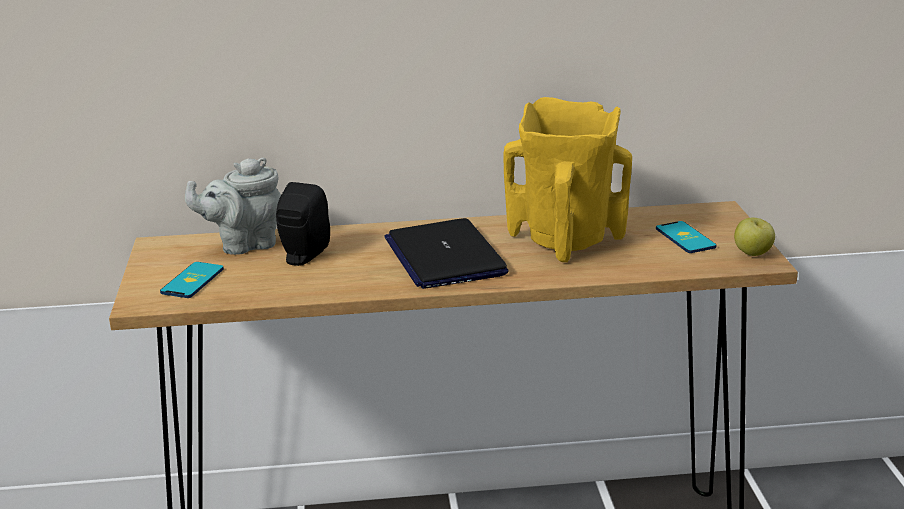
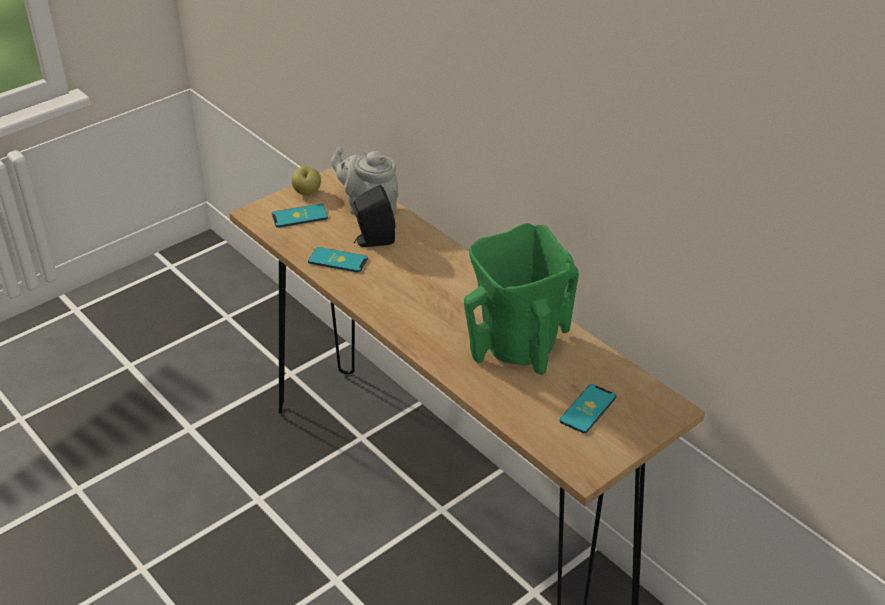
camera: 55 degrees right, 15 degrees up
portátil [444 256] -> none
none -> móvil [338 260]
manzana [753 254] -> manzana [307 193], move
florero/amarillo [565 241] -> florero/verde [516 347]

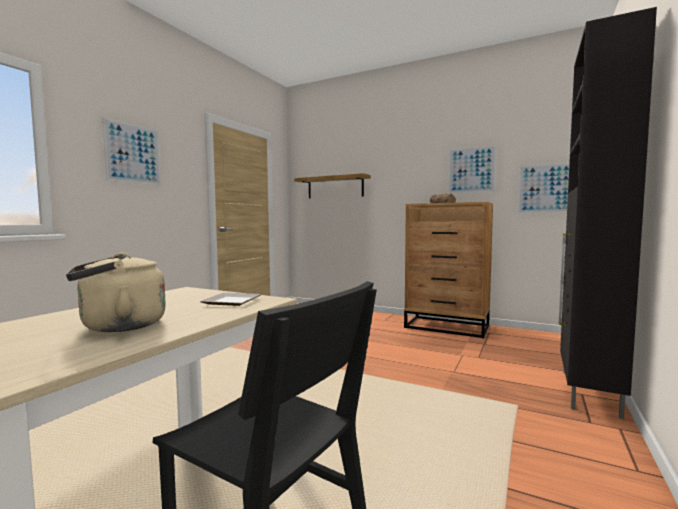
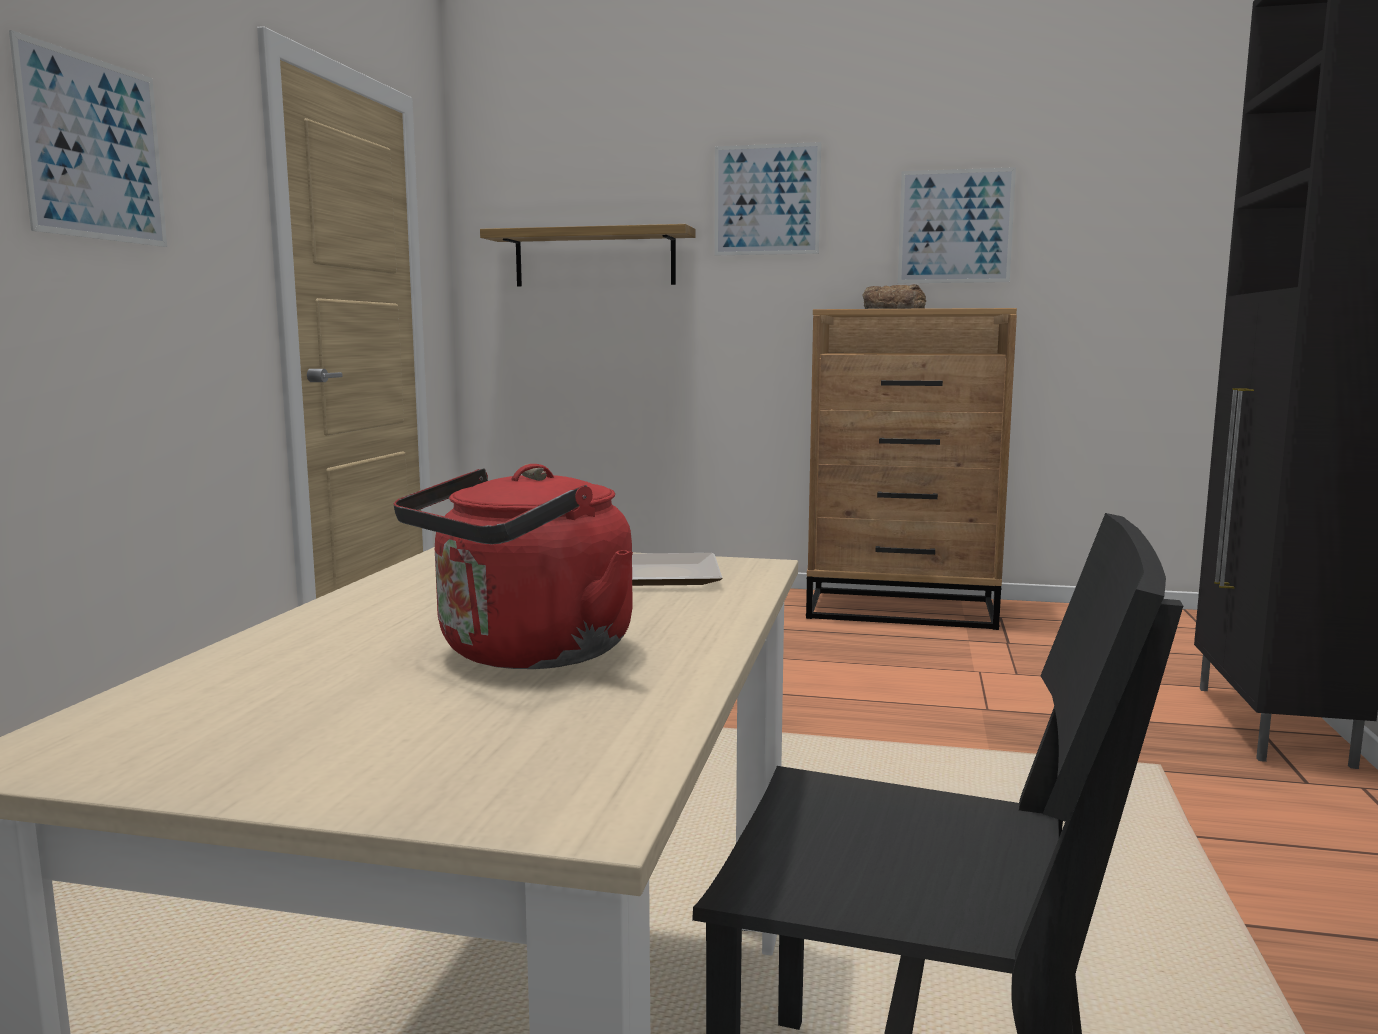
camera: 15 degrees left, 5 degrees up
cuadro [545 188] -> cuadro [766 200], move
hervidor/beis [118 326] -> hervidor/rojo [527 654]

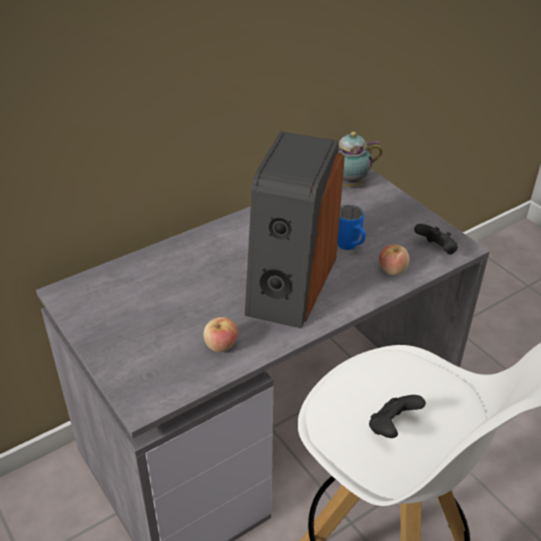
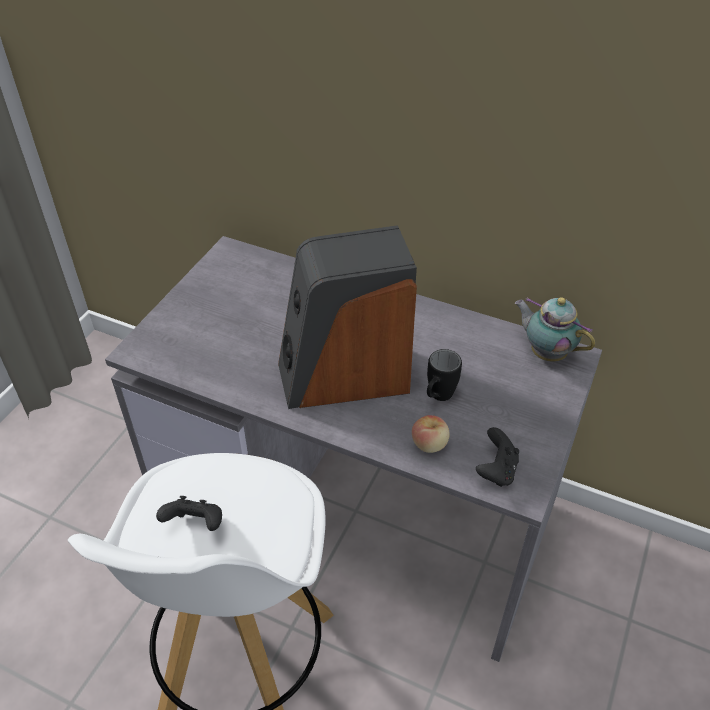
camera: 60 degrees right, 5 degrees up
manzana [221 345] -> none
taza grande/azul [350 248] -> taza grande/negro [437 398]

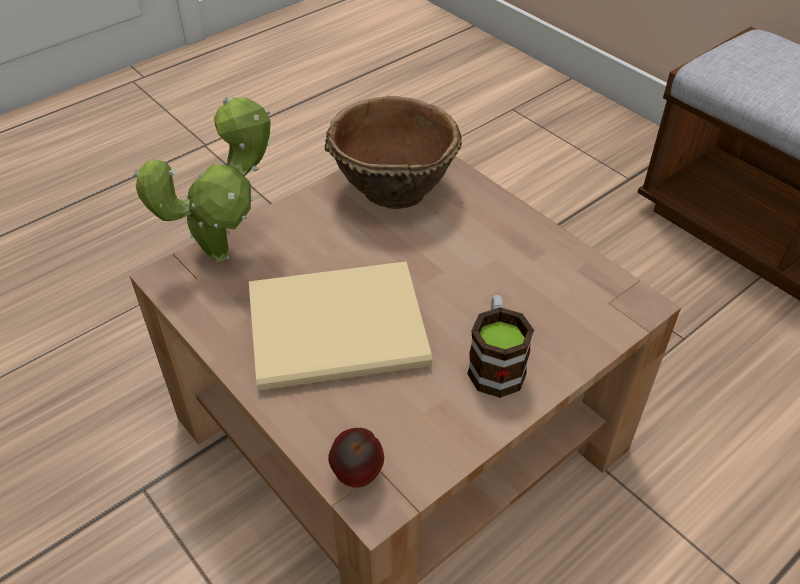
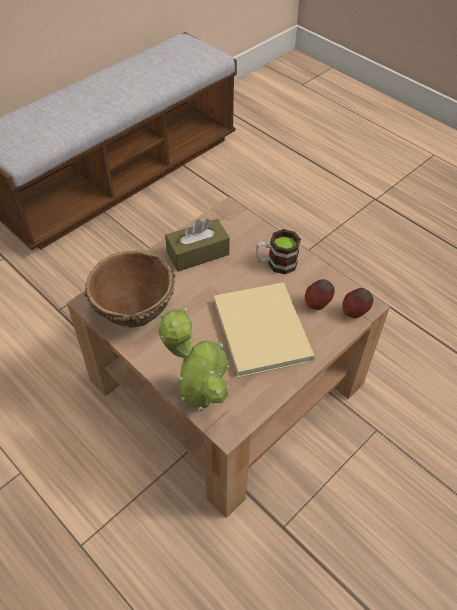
camera: 95 degrees left, 5 degrees up
none -> caja de pañuelos/marrón [198 253]
none -> manzana [317 305]

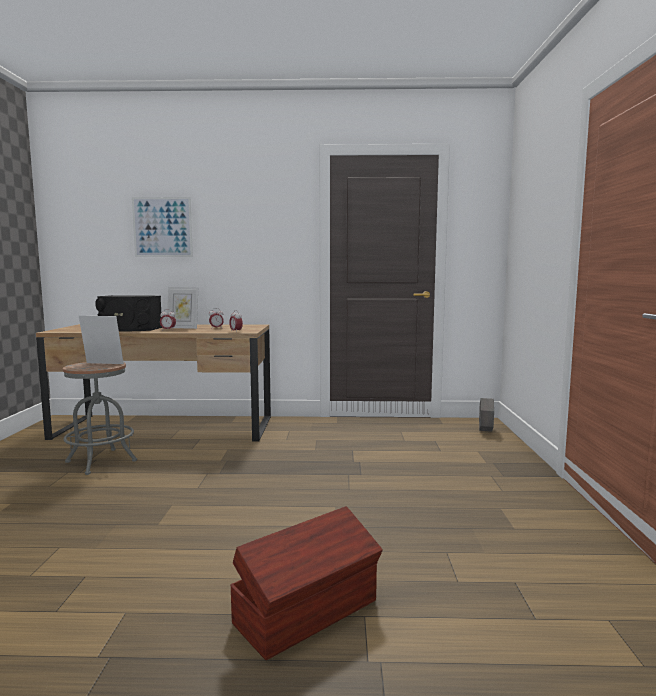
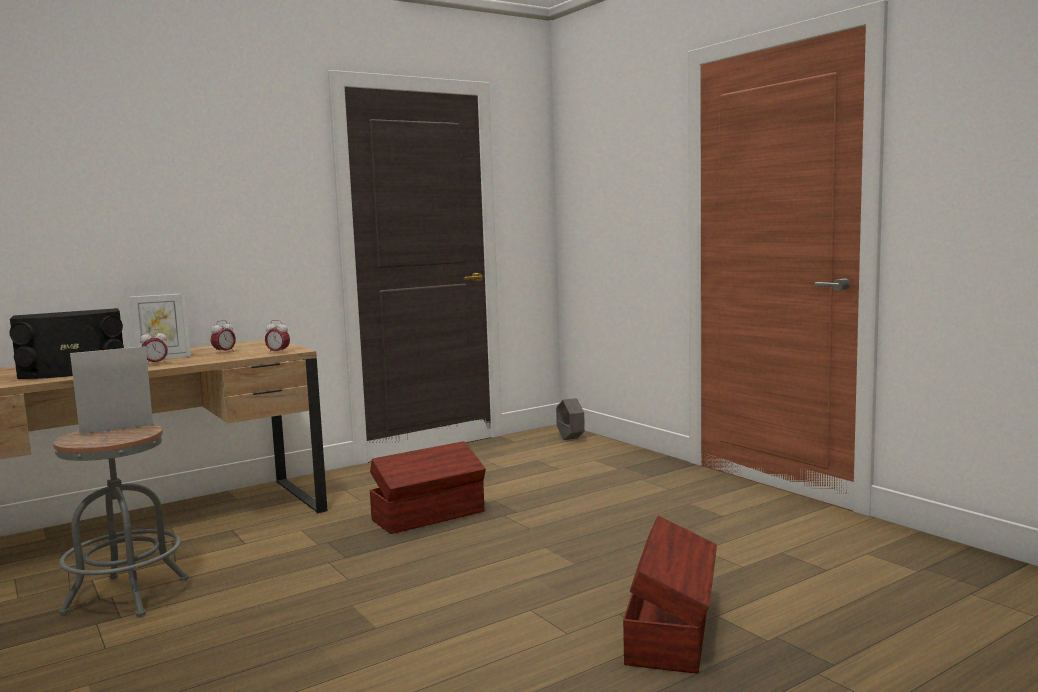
camera: 35 degrees left, 0 degrees up
cuadro [162 227] -> none
none -> caja de almacenaje/marrón [430 516]

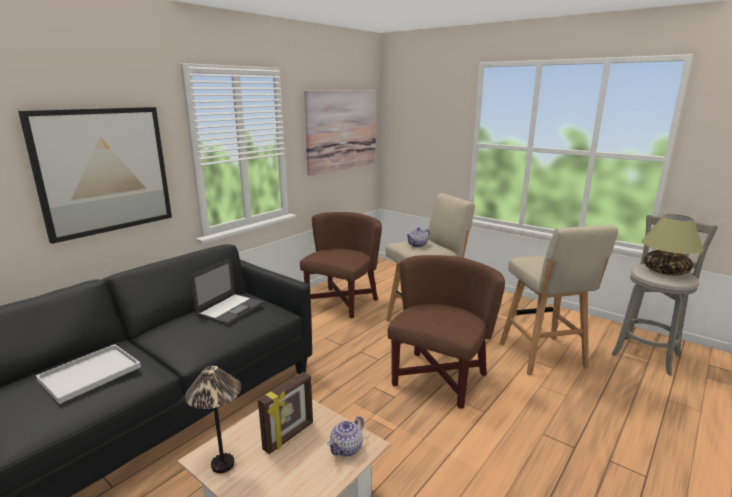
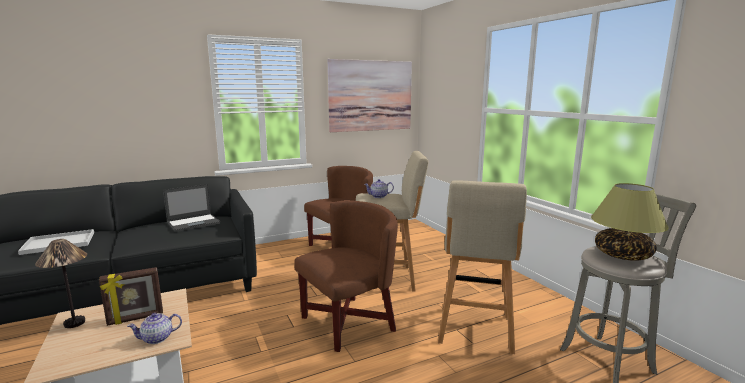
camera: 25 degrees right, 5 degrees down
cuadro [104 171] -> none

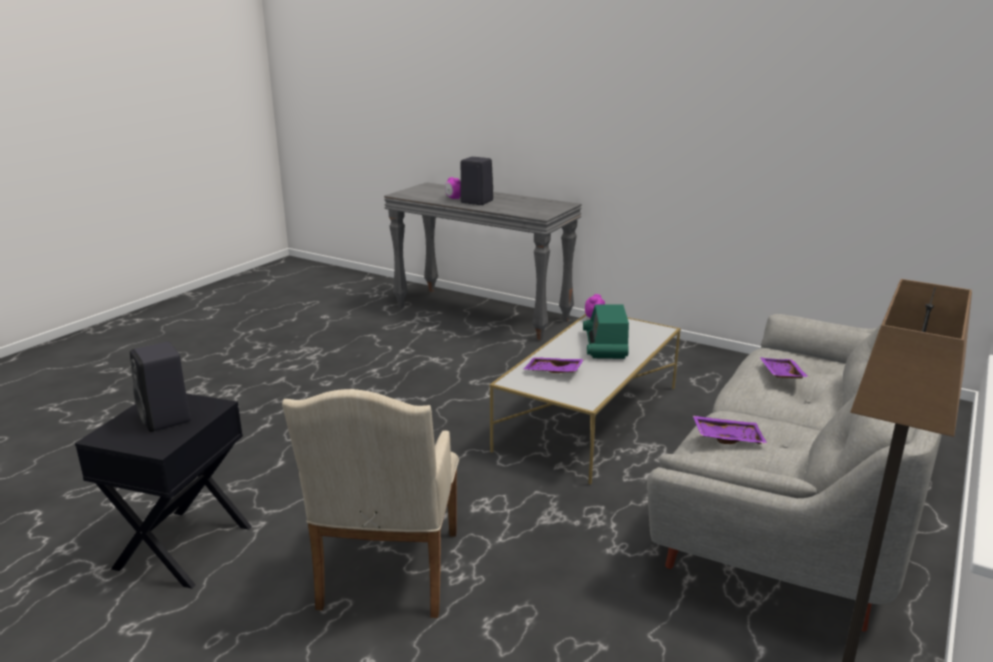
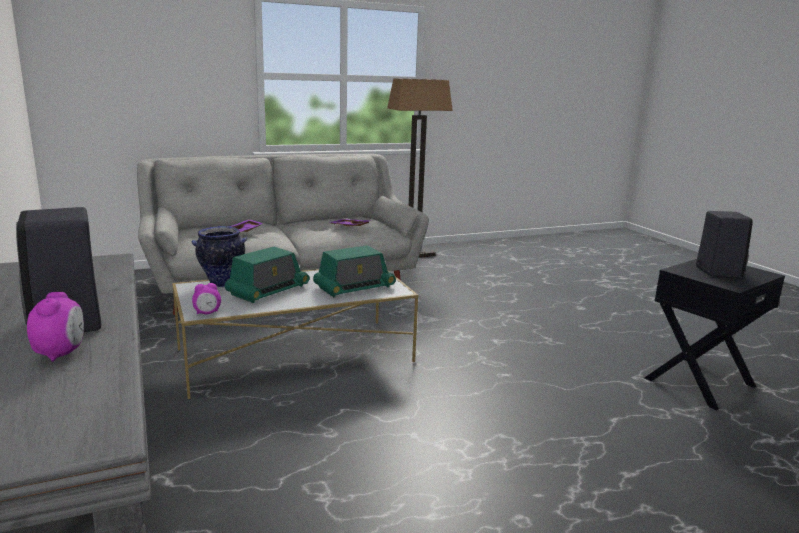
camera: 145 degrees left, 5 degrees down
sillón/beis [387 576] -> none
none -> florero [222 283]
bandeja/morado [553 372] -> radio [354 287]

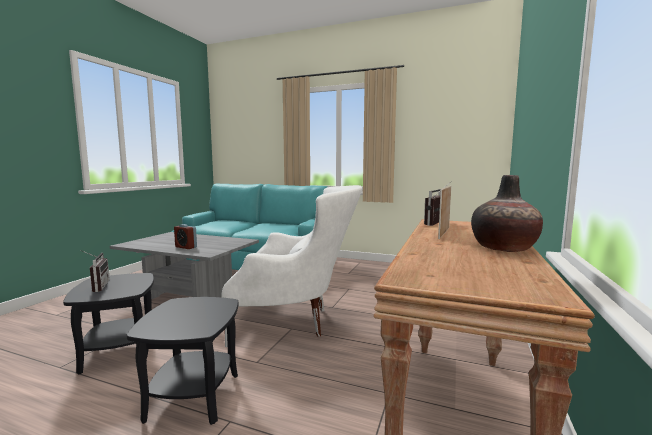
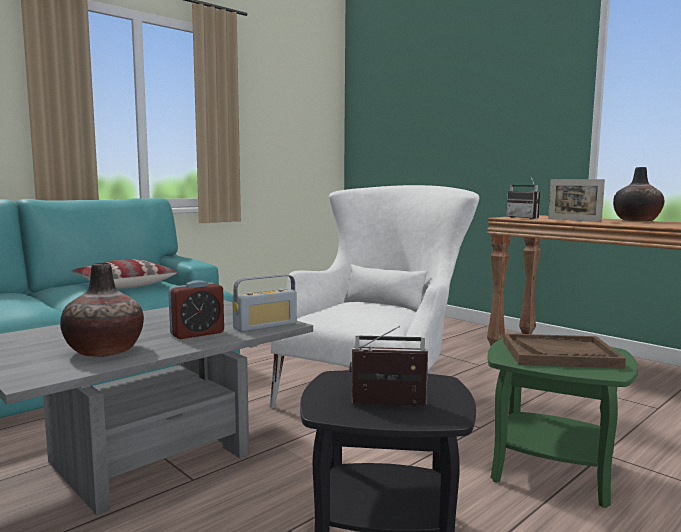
camera: 65 degrees left, 0 degrees up
none -> florero [105 351]
none -> cojín [123 284]
none -> radio [265 325]
none -> bandeja/marrón [559 354]
mesa auxiliar/negro [193 397] -> mesa auxiliar/verde [553 471]

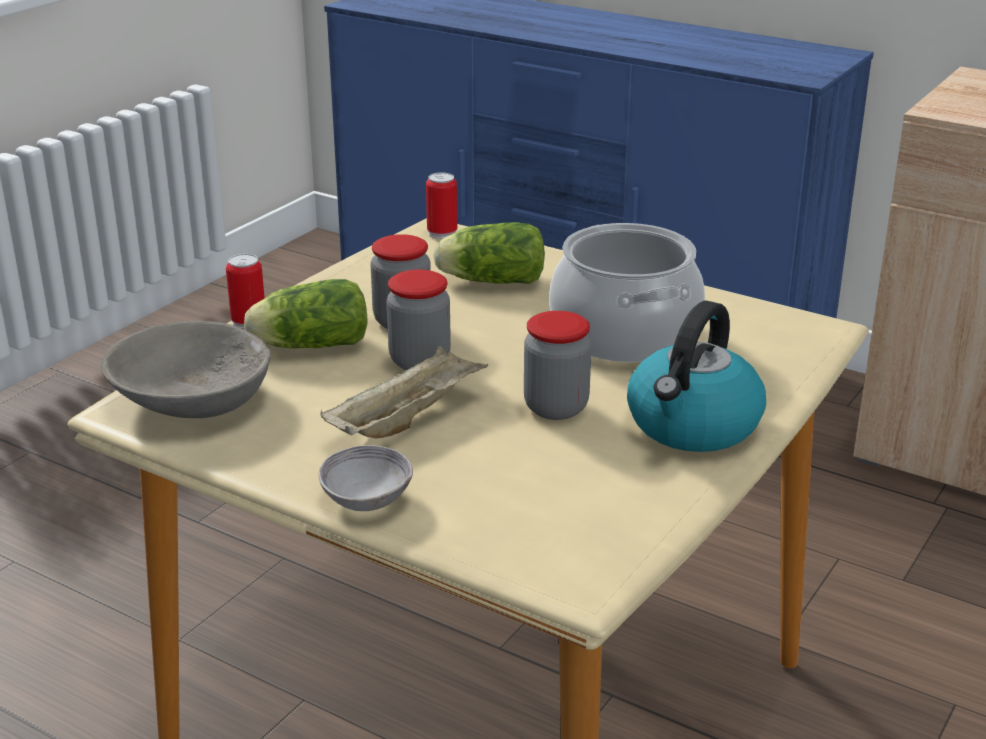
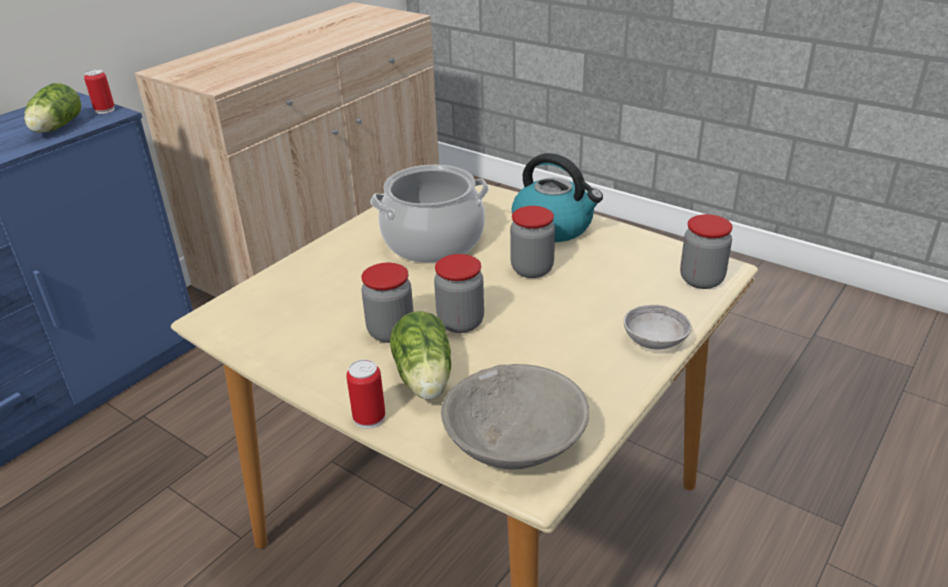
camera: 85 degrees left, 5 degrees up
bandeja/beis [406 418] -> none
none -> tarro [701 280]
lata [442 233] -> lata [104 110], move
lechuga [489 281] -> lechuga [55 128], move

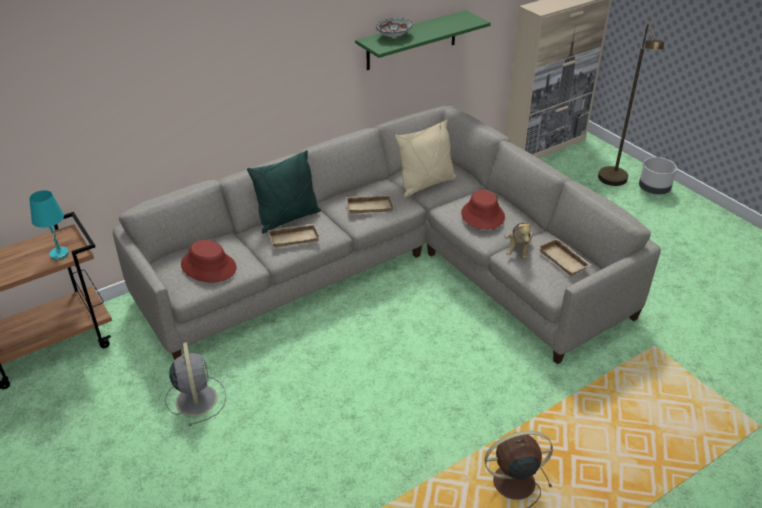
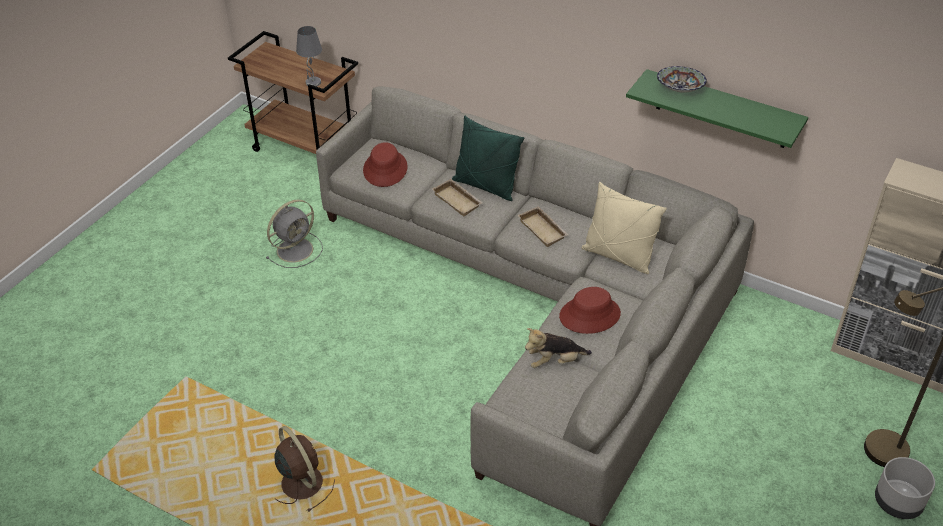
camera: 65 degrees right, 5 degrees up
bandeja/beis [565 260] -> none
lámpara de mesa/turquesa [60 254] -> lámpara de mesa/gris [313 83]

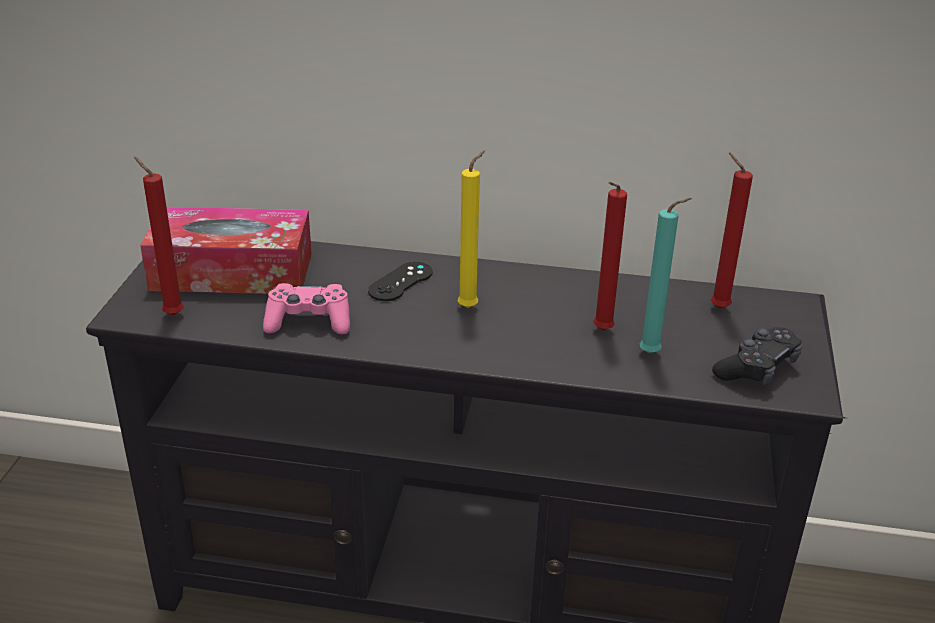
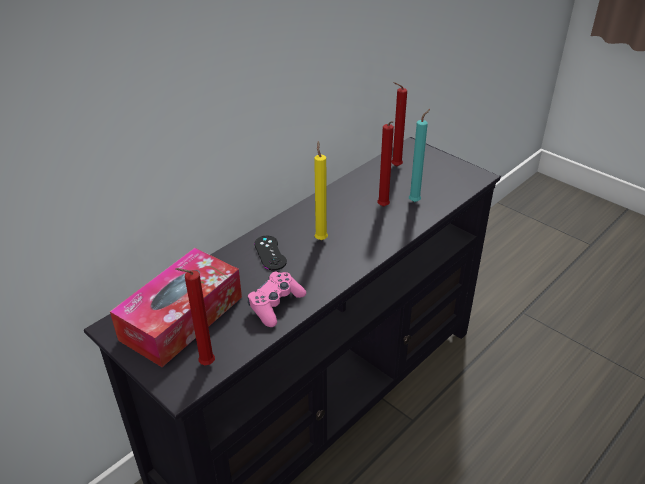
camera: 55 degrees left, 5 degrees up
mando de consola/negro [757 368] -> none

